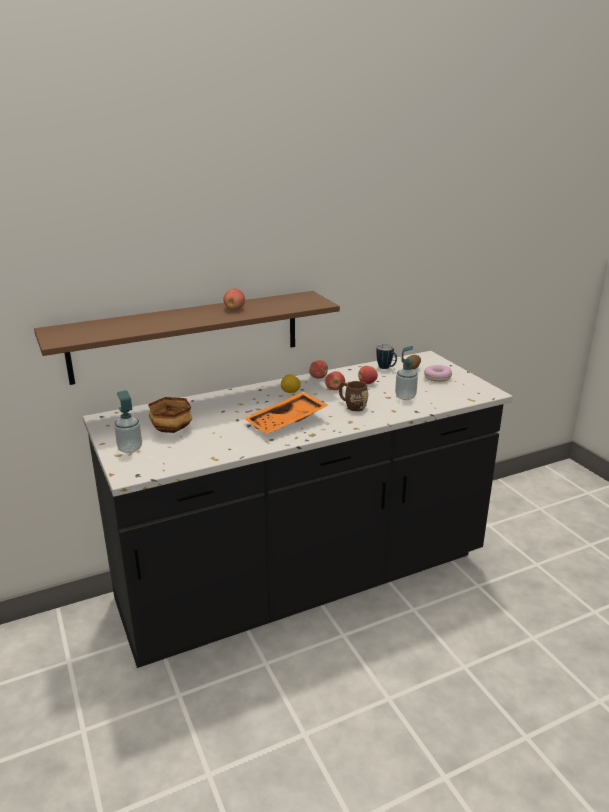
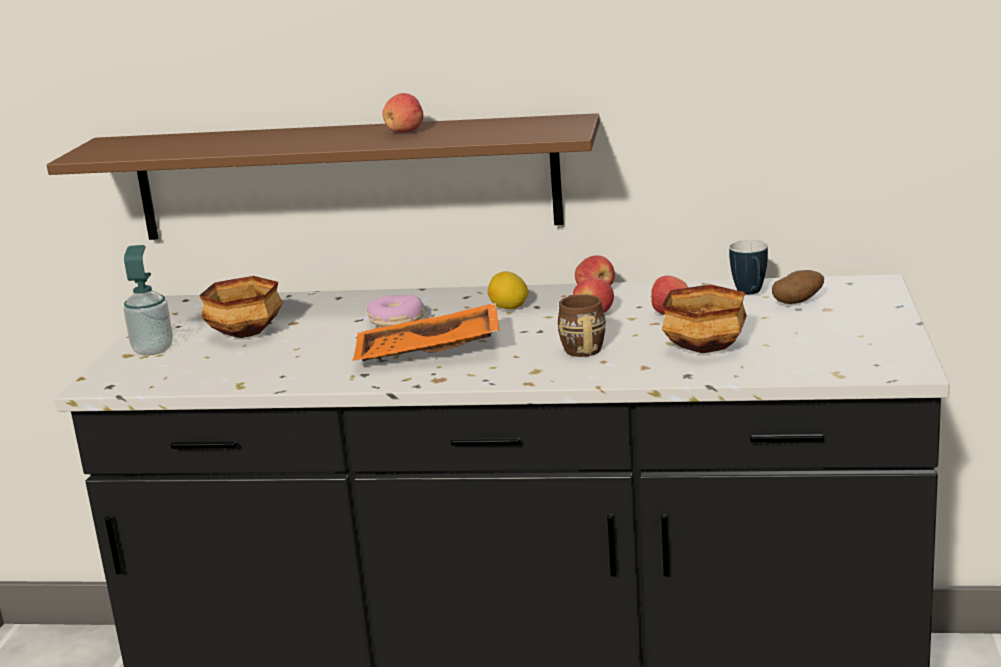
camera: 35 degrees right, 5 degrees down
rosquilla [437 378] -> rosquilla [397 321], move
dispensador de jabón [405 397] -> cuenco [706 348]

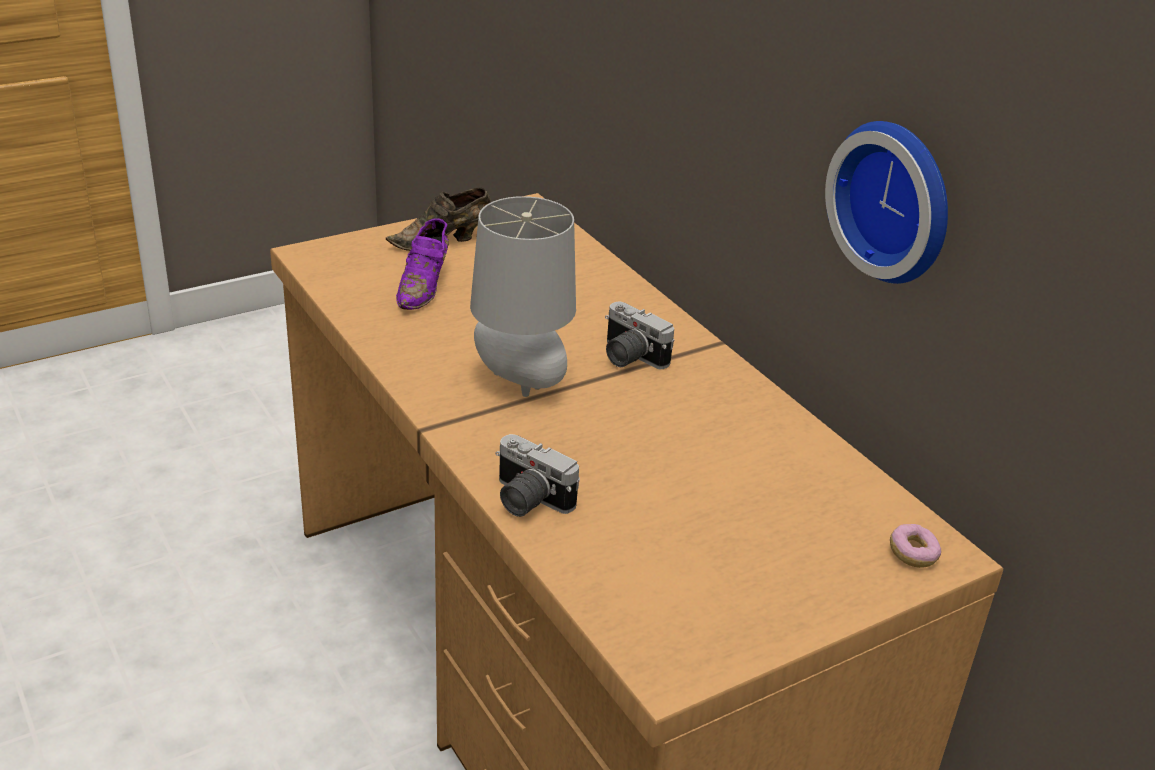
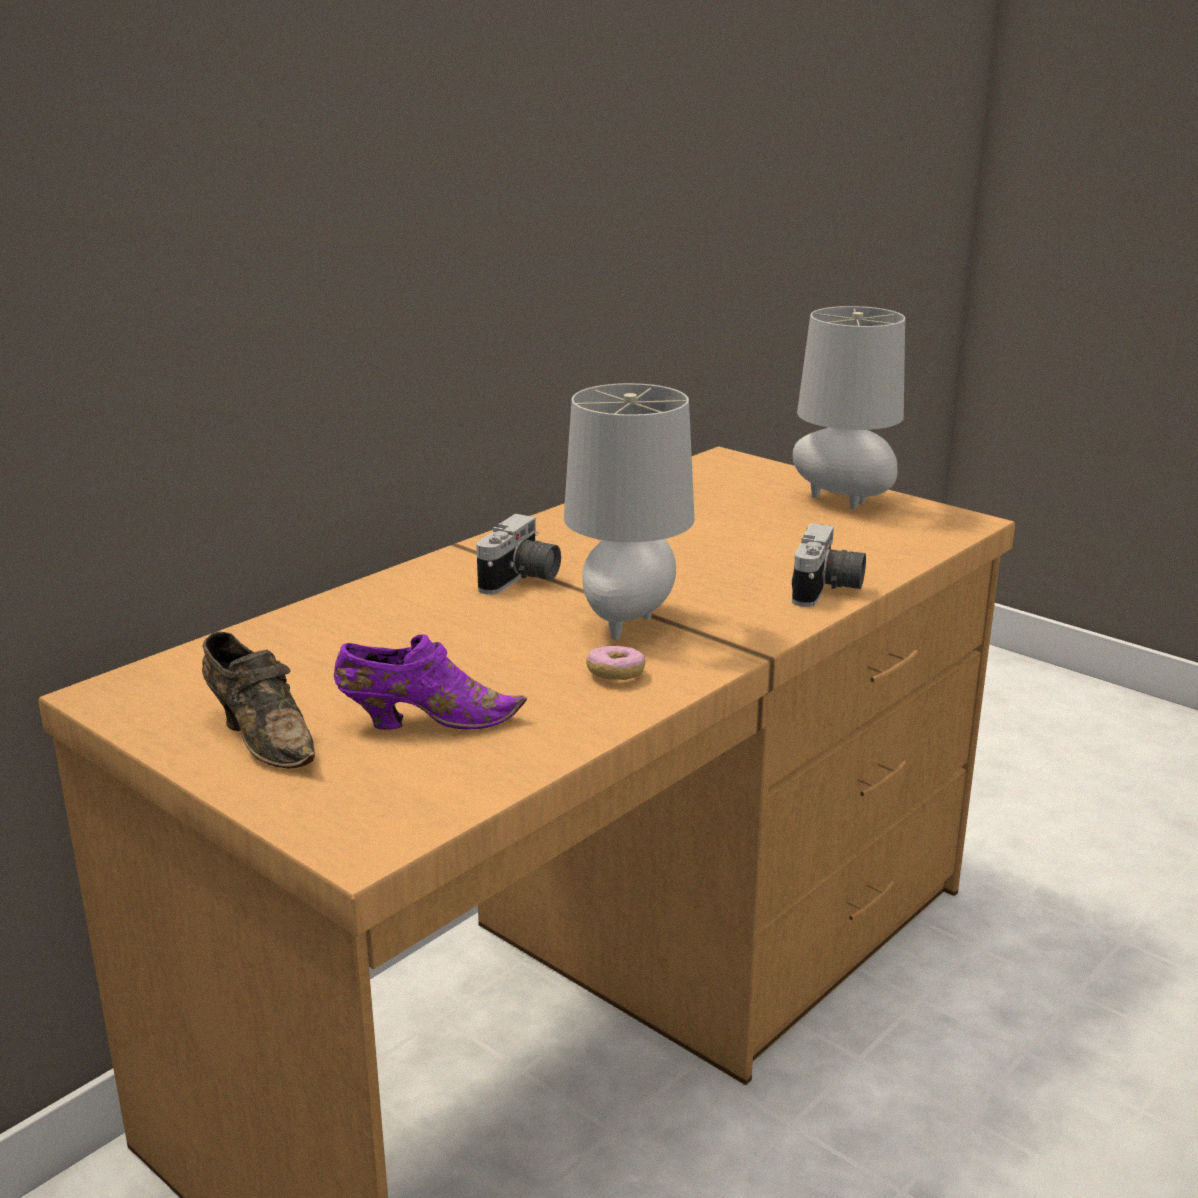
camera: 105 degrees left, 10 degrees down
reloj de pared [897 200] -> none
none -> lámpara de mesa/gris [843 502]
rosquilla [912 554] -> rosquilla [615 674], move

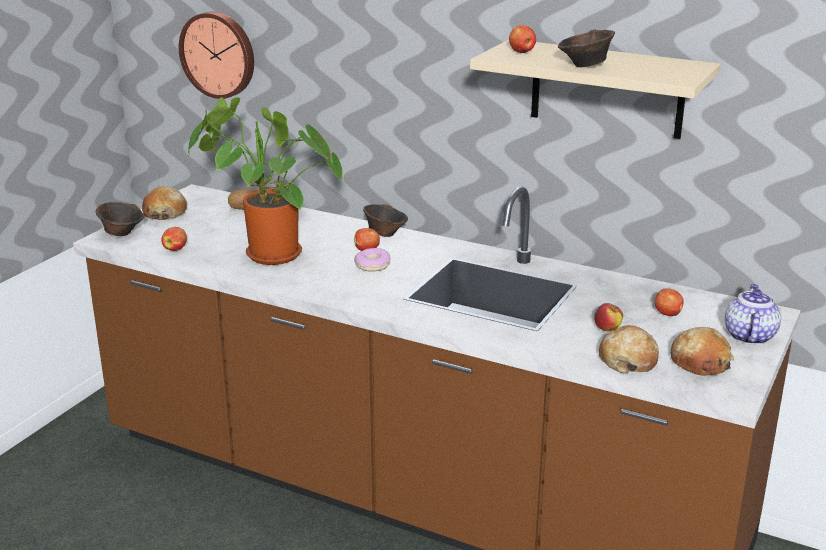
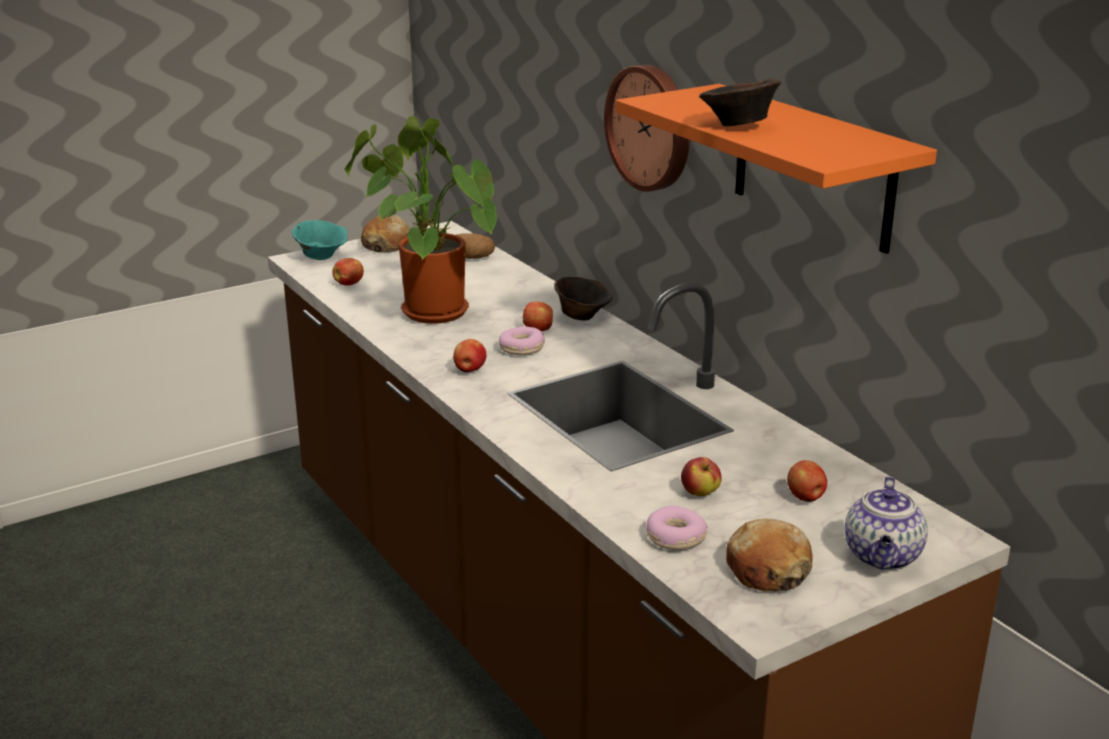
camera: 30 degrees right, 0 degrees up
reloj de pared [219 54] -> reloj de pared [651 127], move
manzana [522 52] -> manzana [469 370], move
pan [628 360] -> rosquilla [675 538]
cuenco/marrón [122 233] -> cuenco/turquesa [322 257]
estante/beis [607 89] -> estante/naranja [813 168]
tetera [749 335] -> tetera [883 557], 150 degrees clockwise

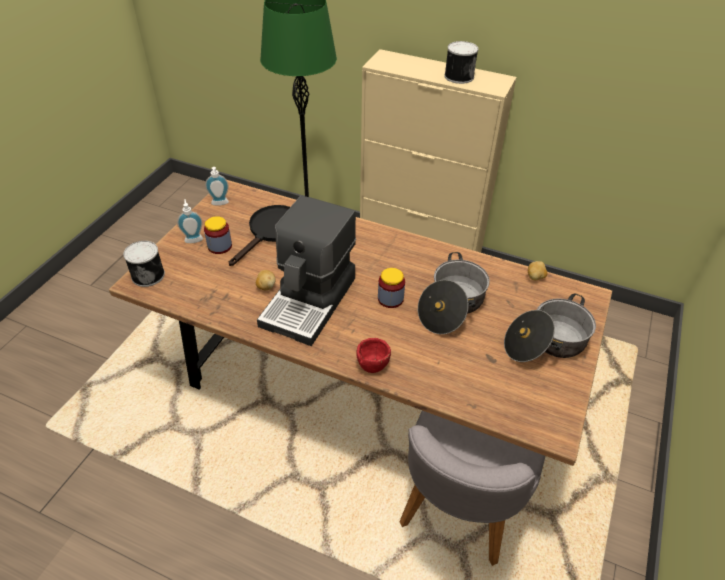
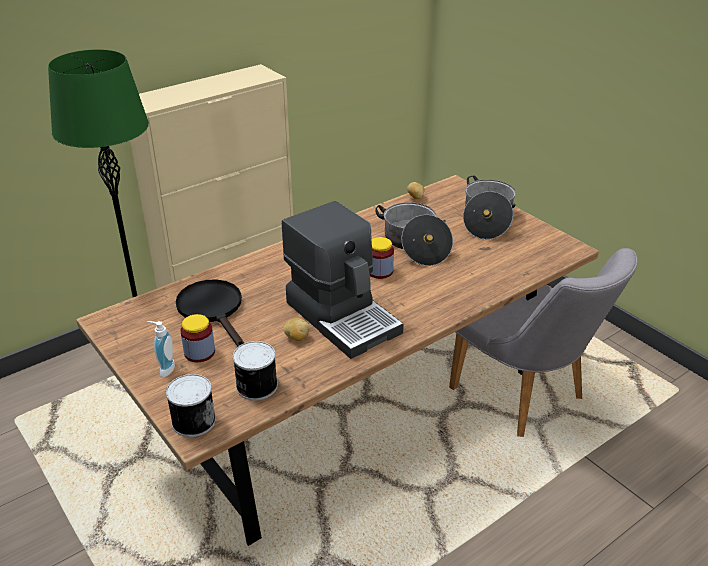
camera: 60 degrees left, 10 degrees down
dispensador de jabón [220 204] -> none
cuenco/rojo [373 364] -> none
lata [458 76] -> lata [255 386], move

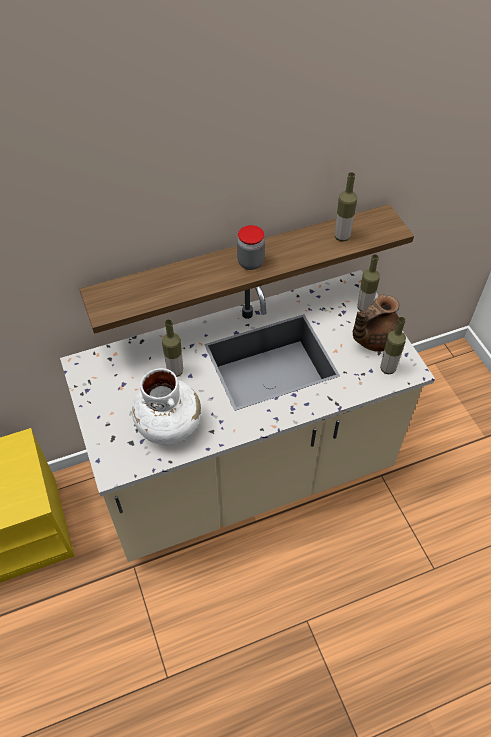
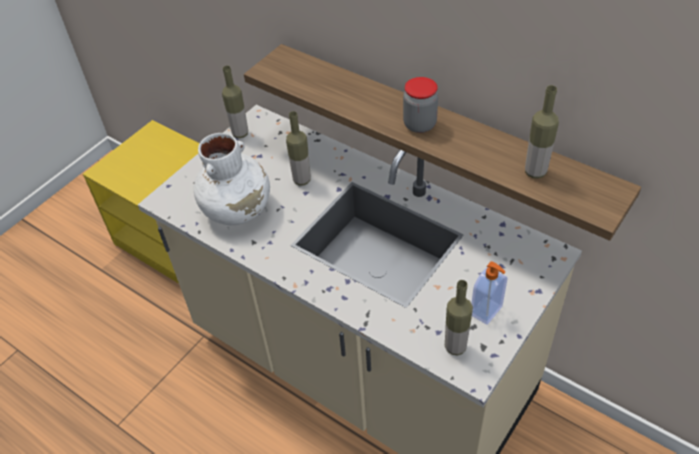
camera: 60 degrees right, 5 degrees down
botella [364 308] -> botella [240 133], move
tetera/marrón [372 338] -> dispensador de jabón [487 311]

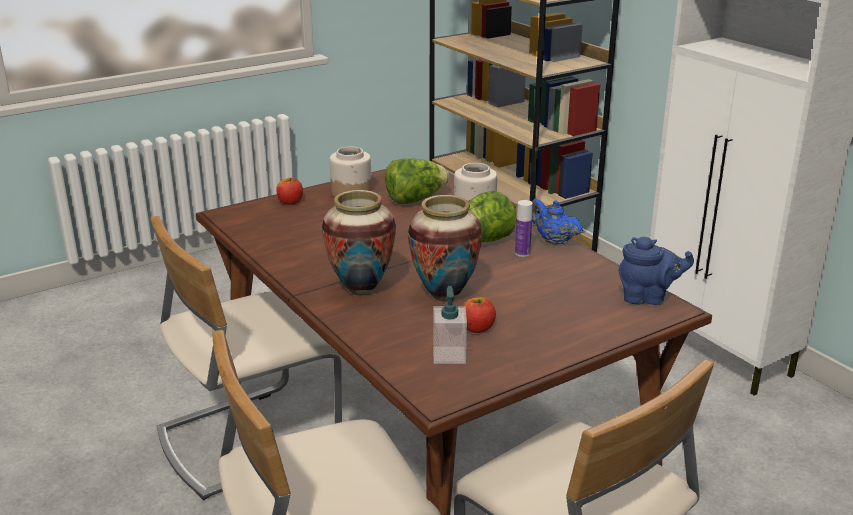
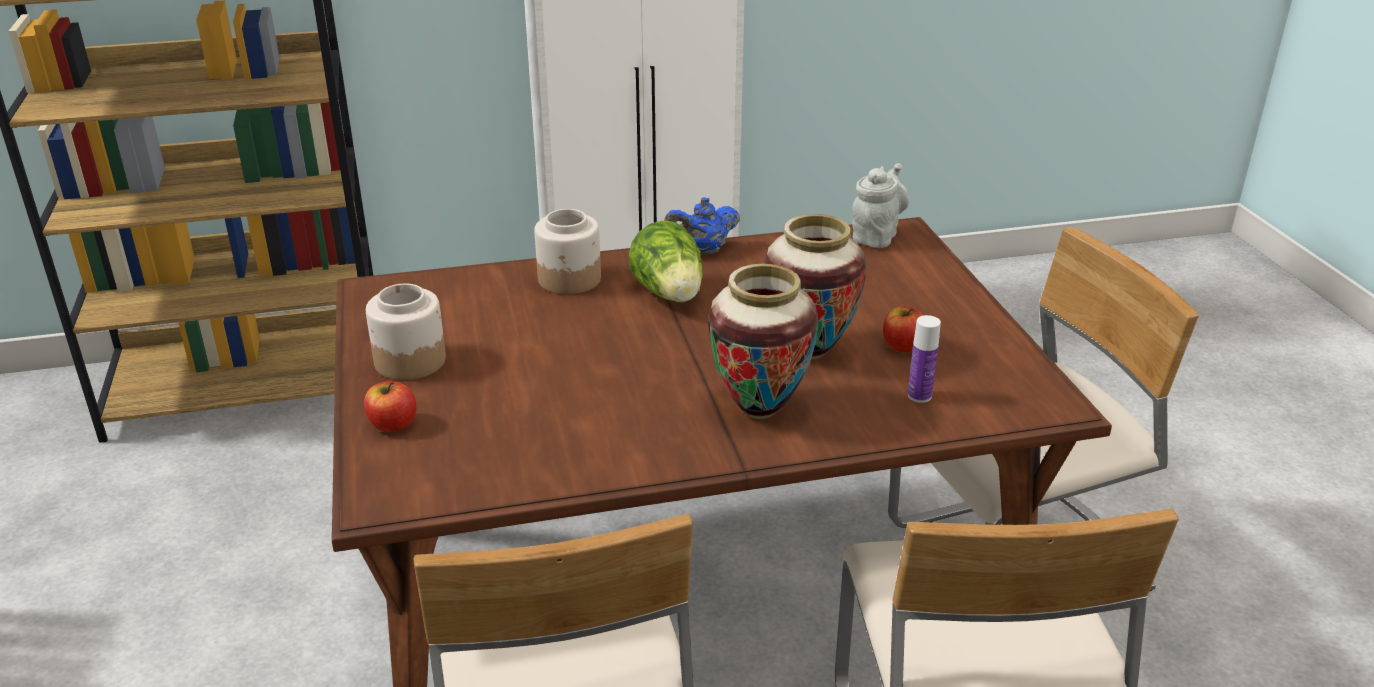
camera: 70 degrees left, 5 degrees up
lechuga [415 199] -> none
dispensador de jabón [449 355] -> none
botella [522 253] -> botella [919 396], move
tetera/azul [648 298] -> tetera/gris [876 236]

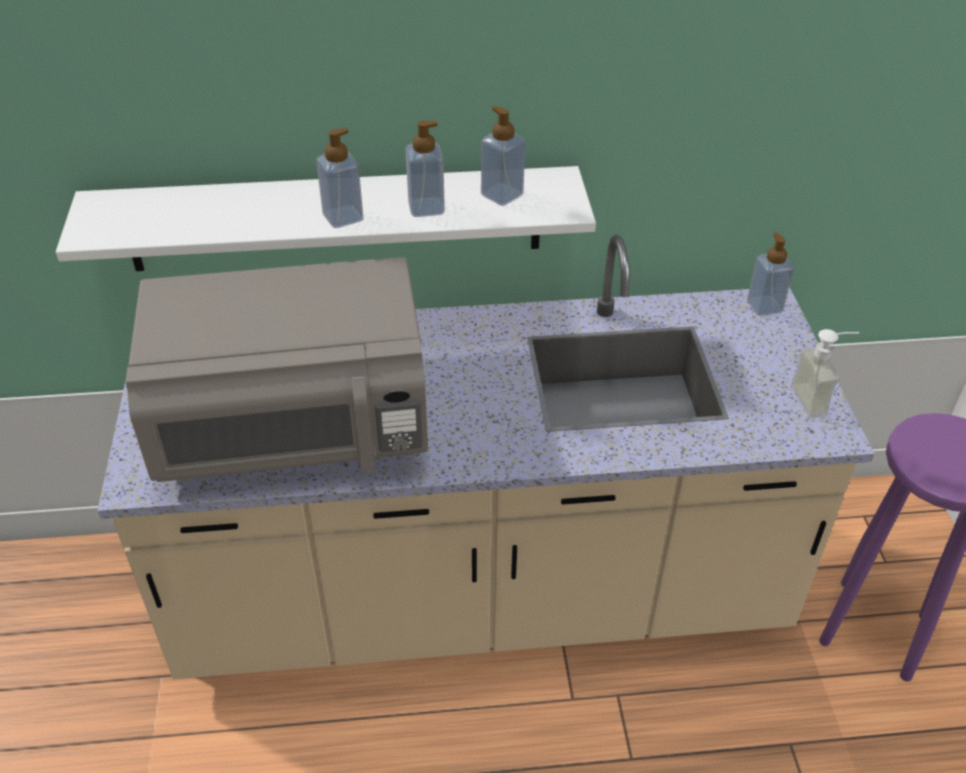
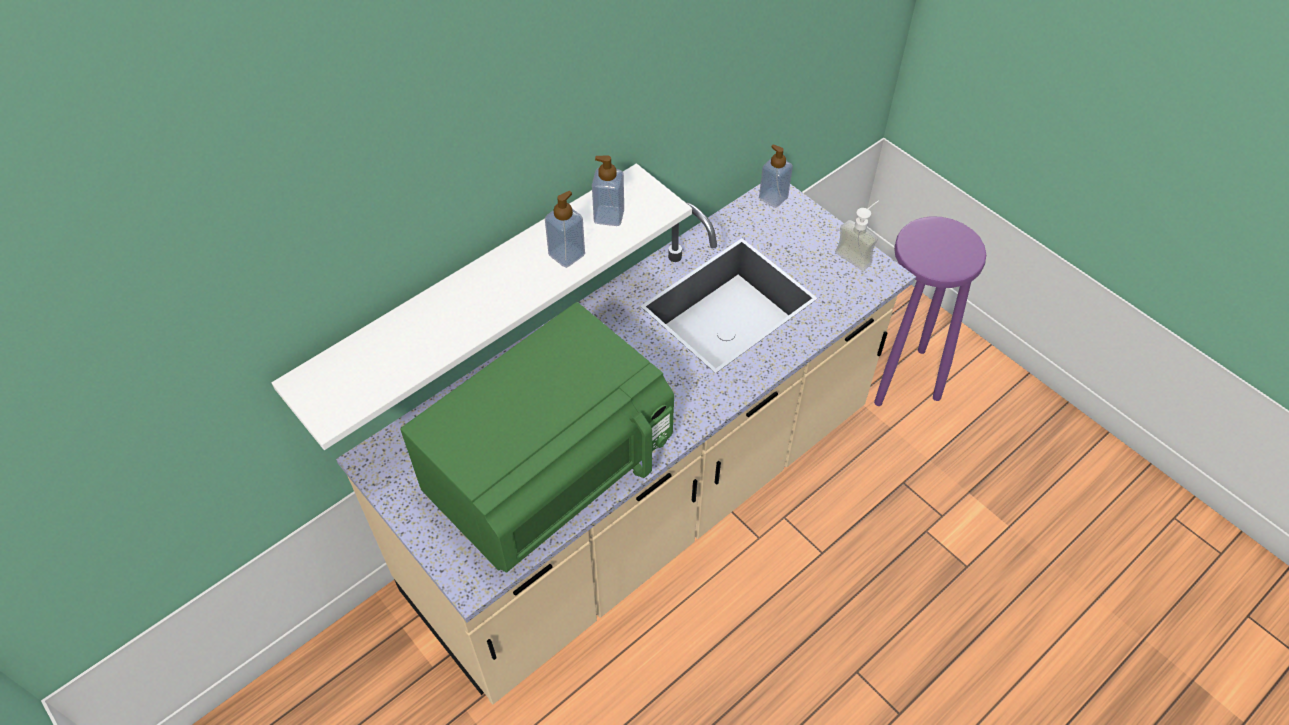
camera: 35 degrees left, 10 degrees up
dispensador de jabón [343 217] -> none
microondas/gris [296 433] -> microondas/verde [550 474]

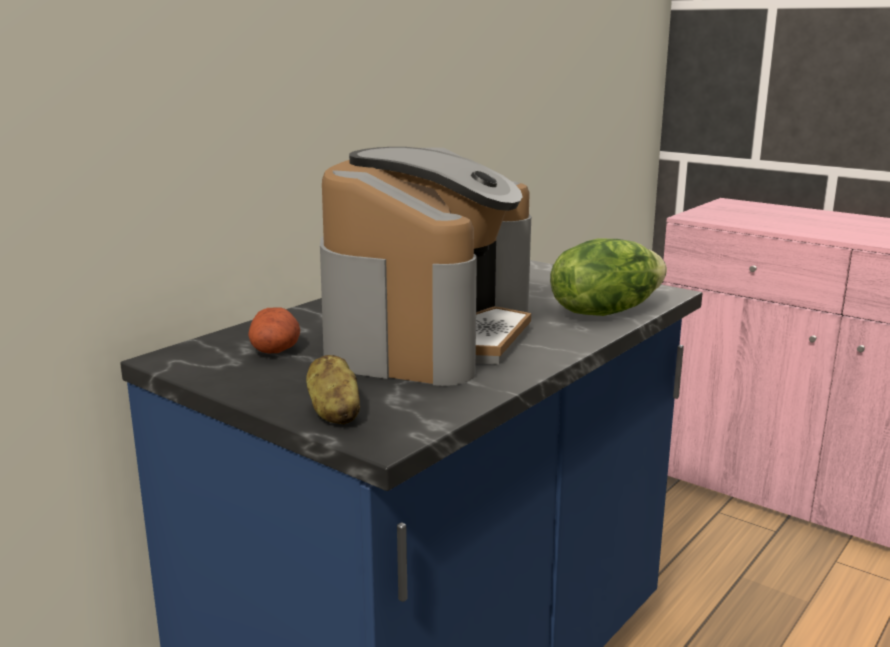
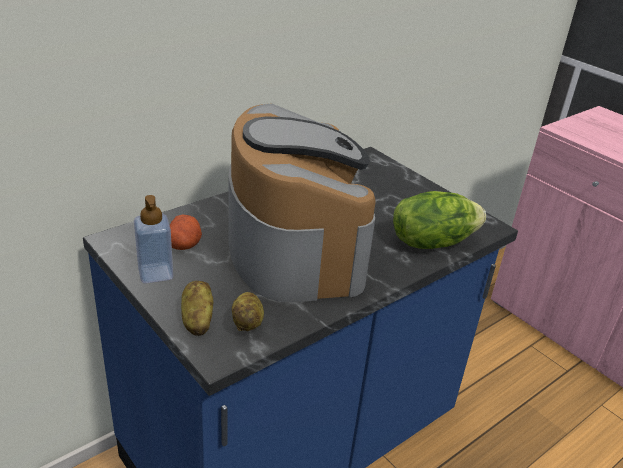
camera: 10 degrees right, 15 degrees up
none -> dispensador de jabón [155 273]
none -> patata [248 322]
cafetera [429 335] -> cafetera [294 246], 45 degrees counterclockwise

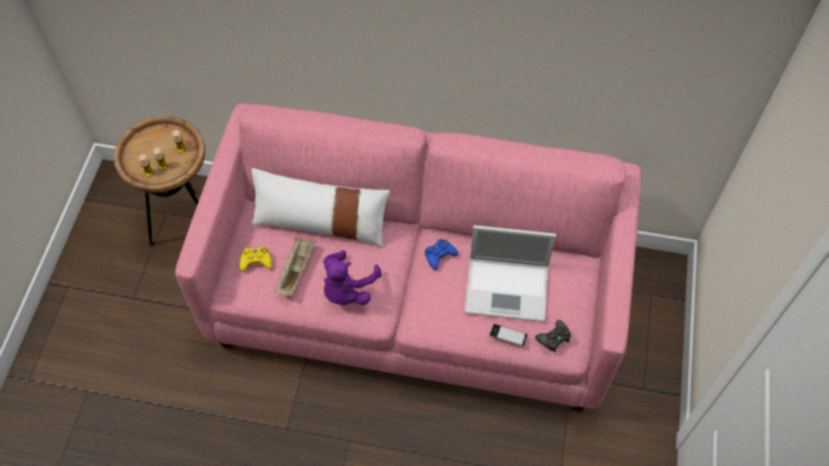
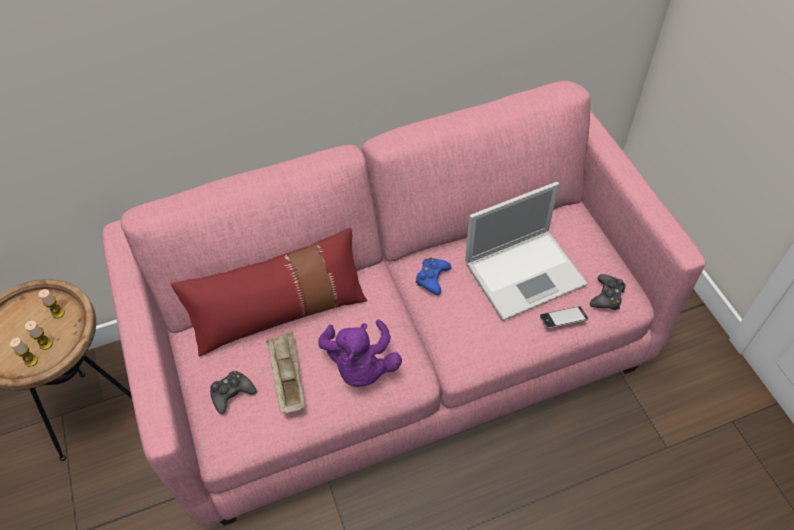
camera: 30 degrees left, 5 degrees down
mando de consola/amarillo [256 261] -> mando de consola/negro [232 393]
cojín/blanco [321 223] -> cojín/rojo [280 312]

